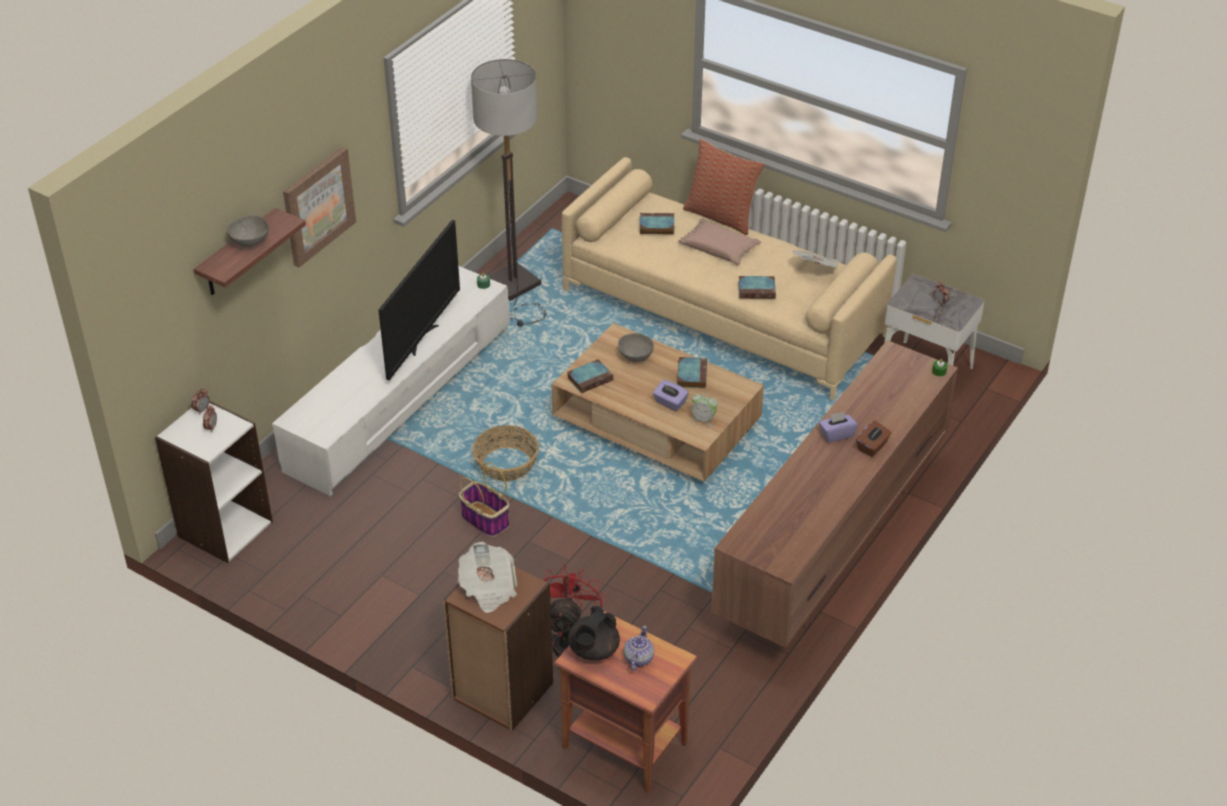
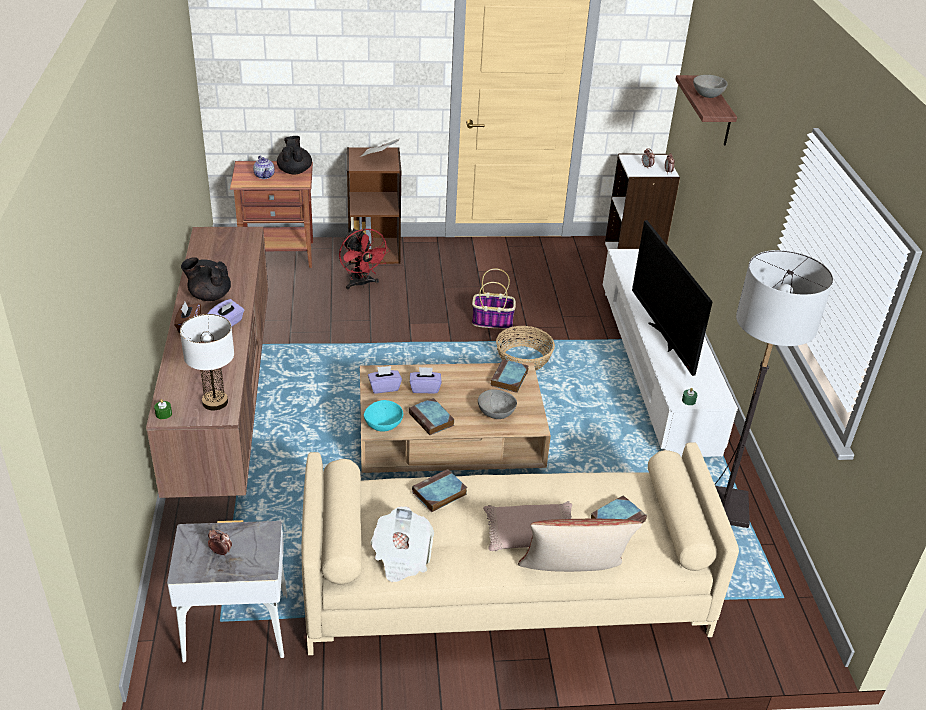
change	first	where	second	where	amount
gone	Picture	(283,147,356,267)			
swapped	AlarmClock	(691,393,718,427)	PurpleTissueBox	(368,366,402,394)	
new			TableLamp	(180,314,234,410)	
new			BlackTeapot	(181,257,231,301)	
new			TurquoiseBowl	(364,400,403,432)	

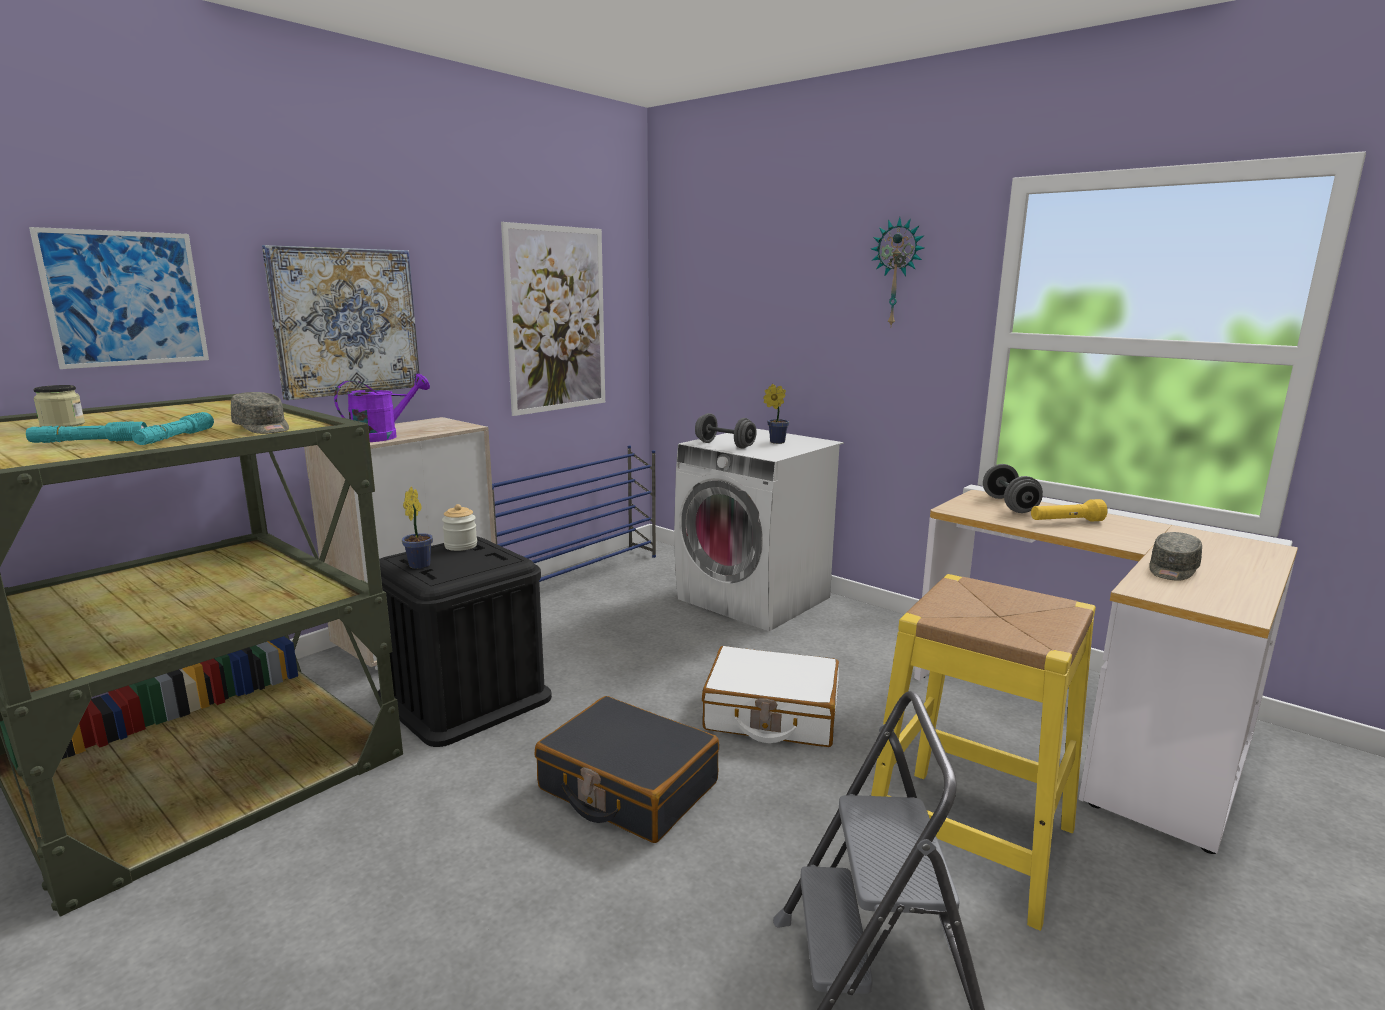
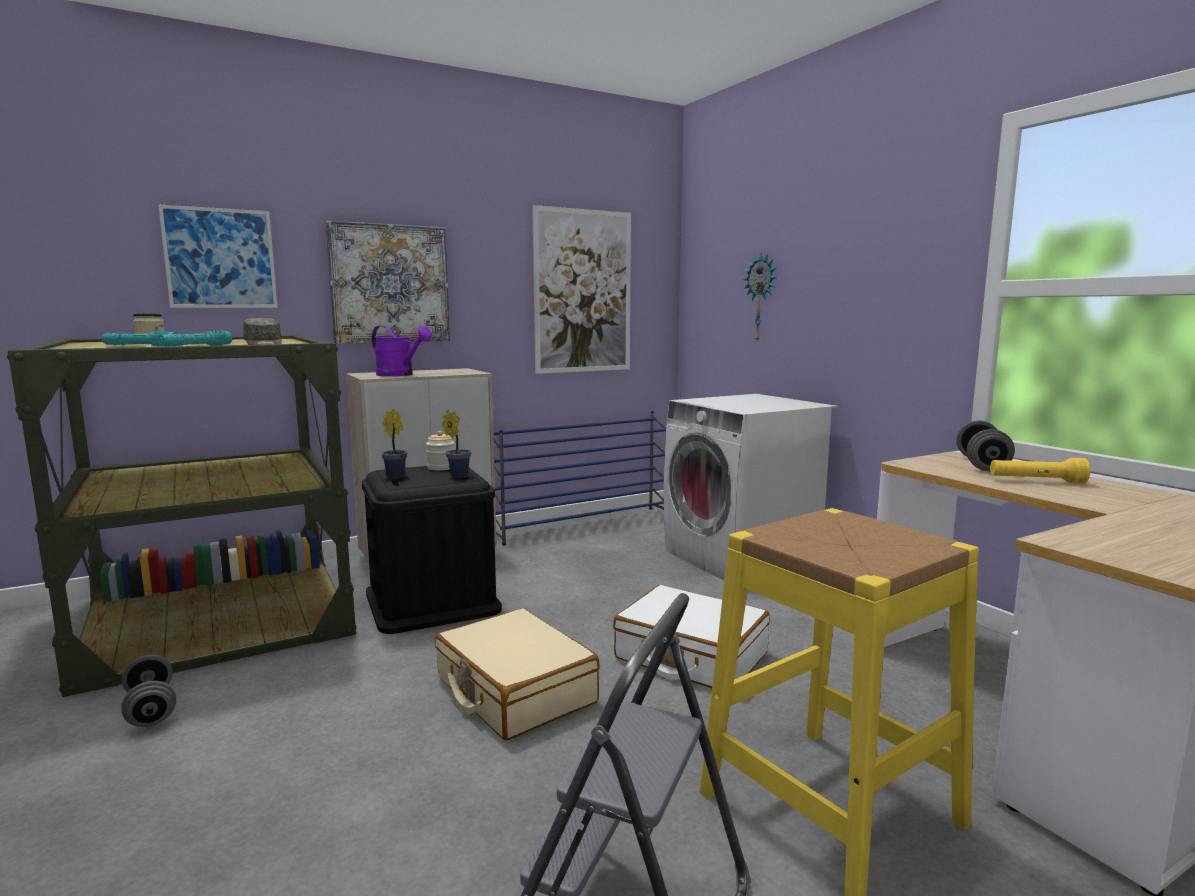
change	first	where	second	where	amount
rotated	PurpleWateringCan	(334,374,430,442)		(372,325,432,376)	60 degrees clockwise
repainted	BlackSuitcase	(534,696,719,843)	BeigeSuitcase	(435,608,600,740)	
shifted	GreyDumbbell	(695,413,757,449)		(121,654,176,727)	
shifted	PottedPlant	(763,384,789,444)		(442,409,471,478)	
shifted	WallClock	(871,217,925,326)		(744,254,777,341)	
gone	GreyCap	(1149,532,1202,581)			

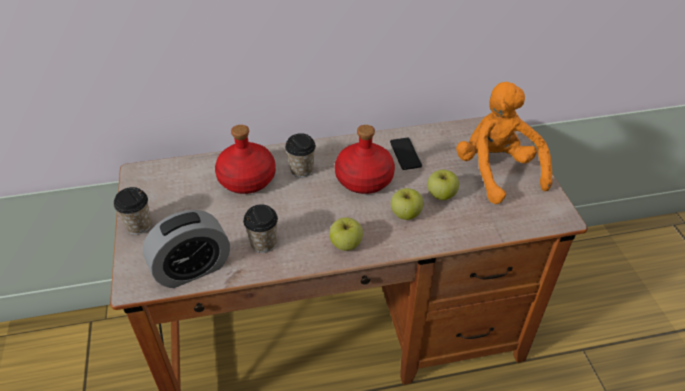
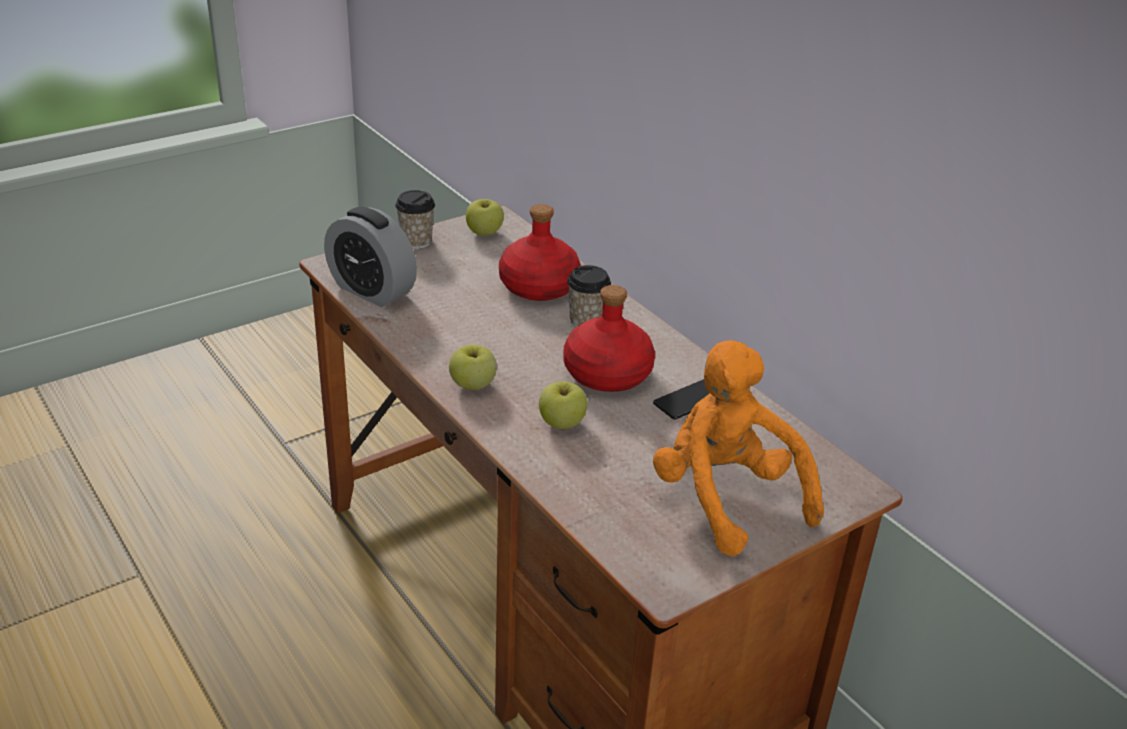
change	first	where	second	where	amount
gone	Cup	(243,204,278,253)			
shifted	Apple	(427,170,459,200)		(466,199,504,236)	
rotated	OrangePlushToy	(456,82,552,204)		(653,340,824,556)	75 degrees counterclockwise

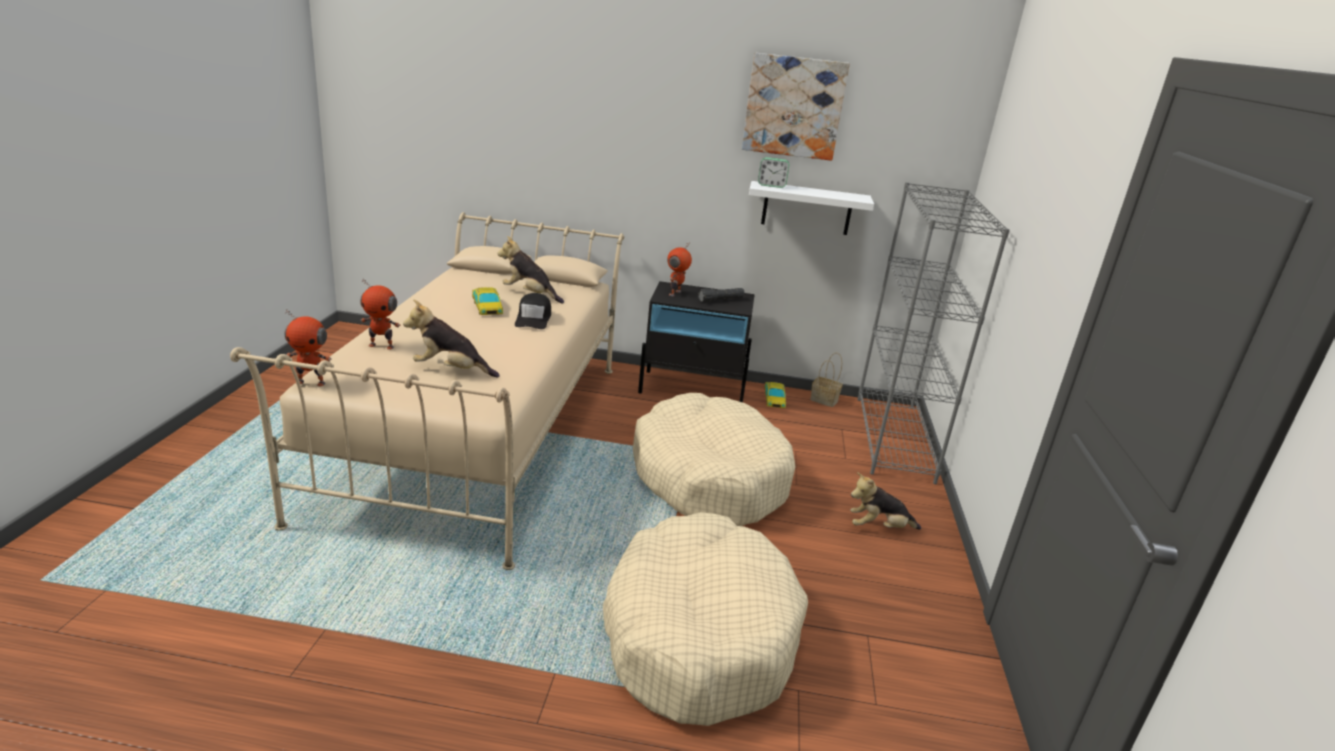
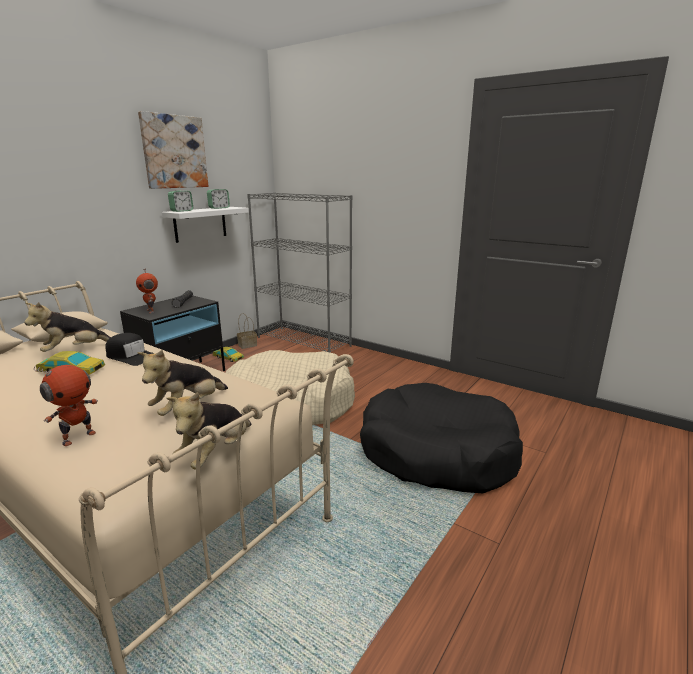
change	first	where	second	where	amount
gone	ToyRobot	(284,310,332,386)			
repainted	BeigeDogBed	(603,512,808,726)	BlackDogBed	(360,383,523,493)	
shifted	PlushToy	(850,472,921,530)		(166,392,251,470)	
new			AlarmClock	(207,189,230,209)	

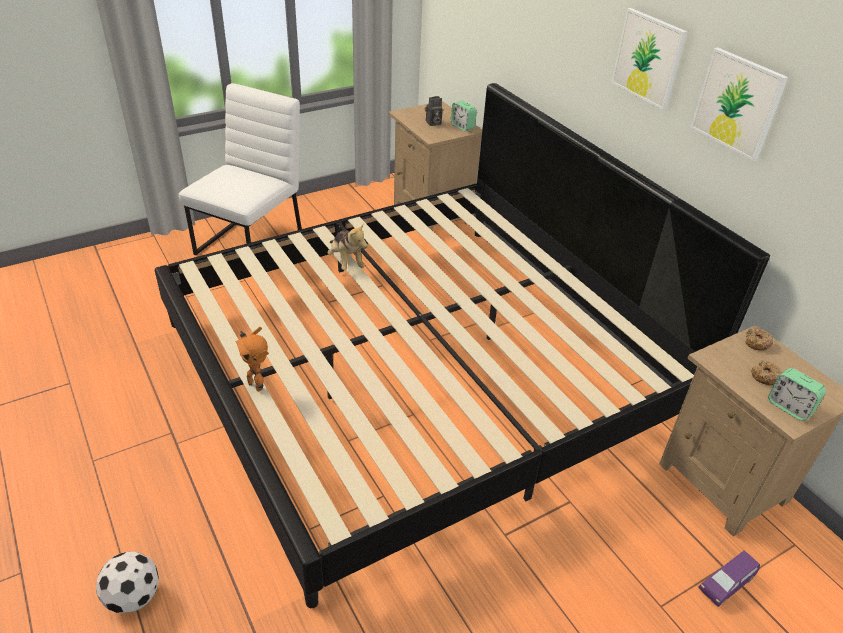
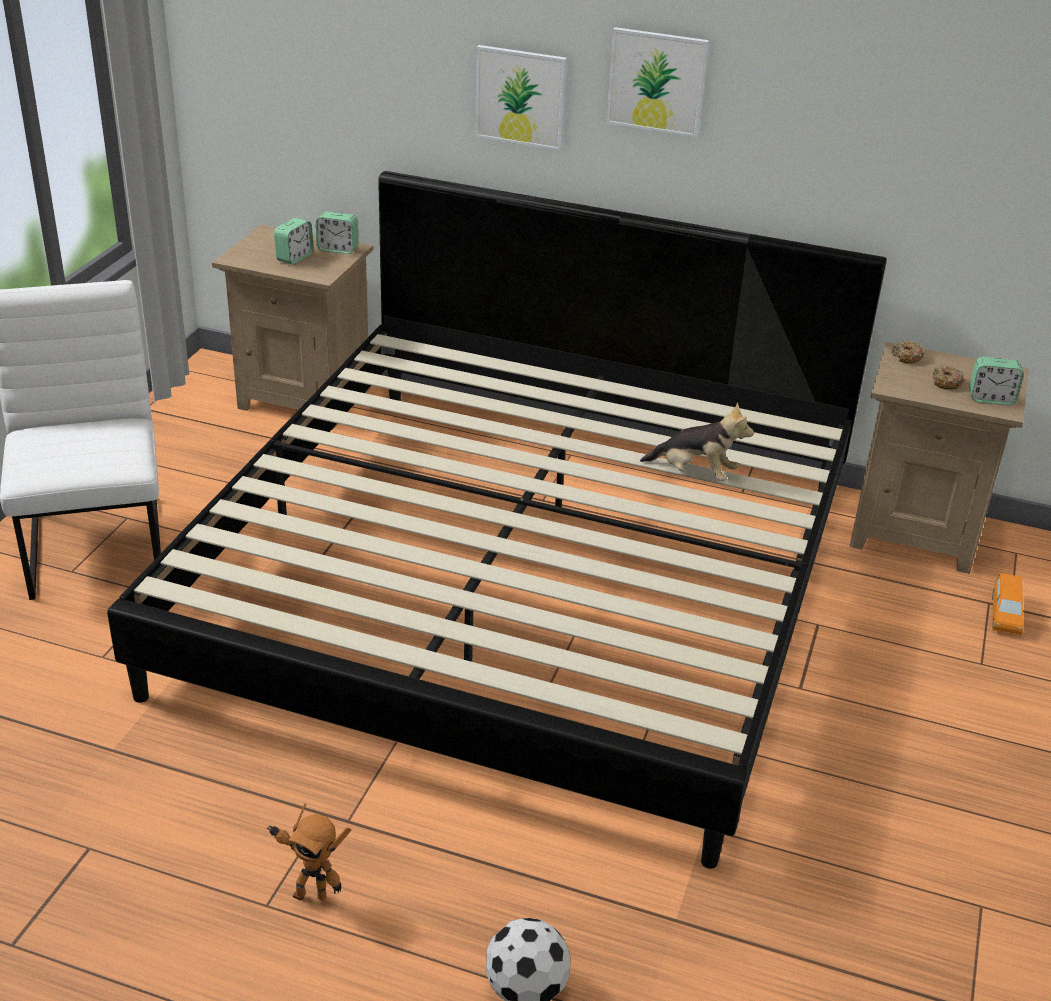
change	first	where	second	where	amount
shifted	ToyRobot	(235,327,269,391)		(267,803,351,901)	
shifted	PlushToy	(327,224,367,270)		(640,402,754,481)	
swapped	PhotoCamera	(425,96,443,126)	AlarmClock	(274,218,314,264)	
shifted	Picture	(690,47,788,161)		(475,45,567,151)	
repainted	PurpleToyCar	(698,550,760,607)	OrangeToyCar	(992,573,1023,636)	

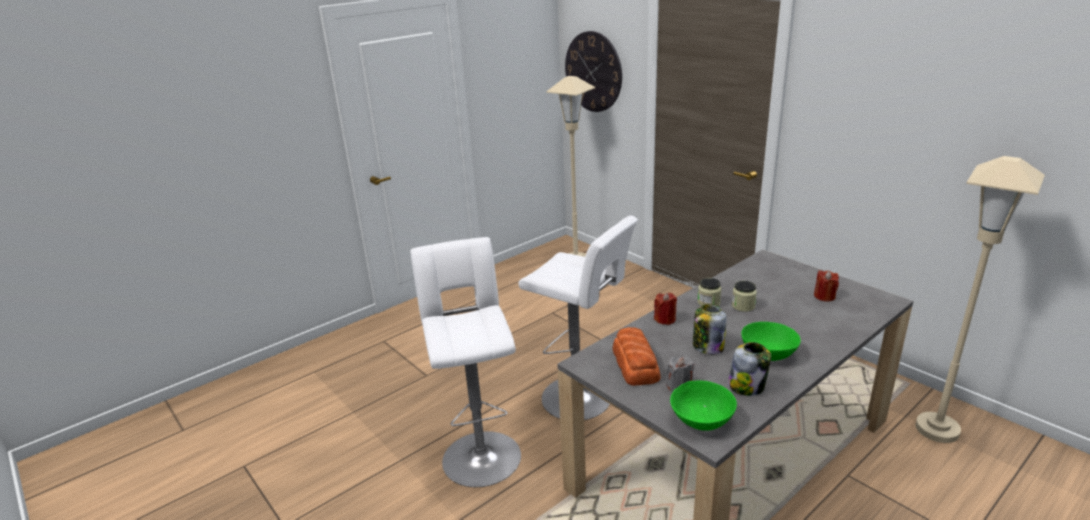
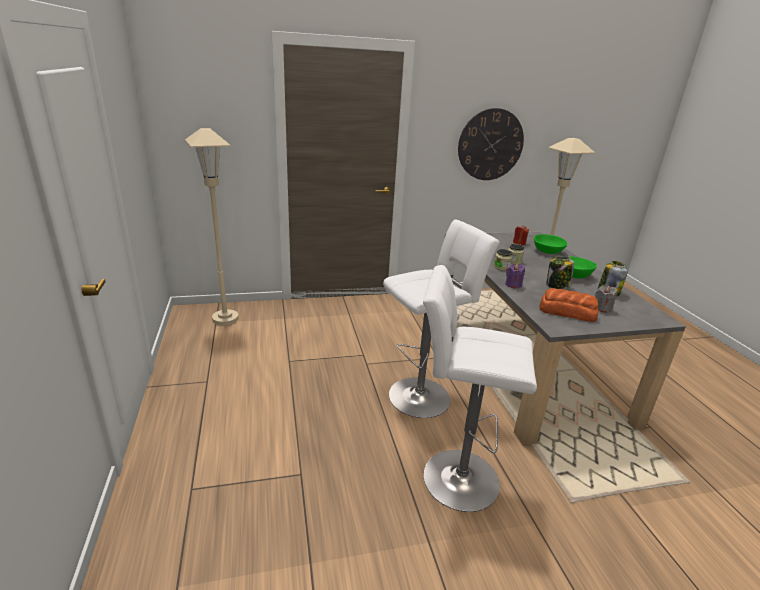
change	first	where	second	where	amount
shifted	WallClock	(565,31,622,112)		(458,108,524,180)	
repainted	RedCandle	(654,293,677,325)	PurpleCandle	(505,263,525,288)	
shifted	GreenBowl	(670,380,737,431)		(534,234,568,254)	

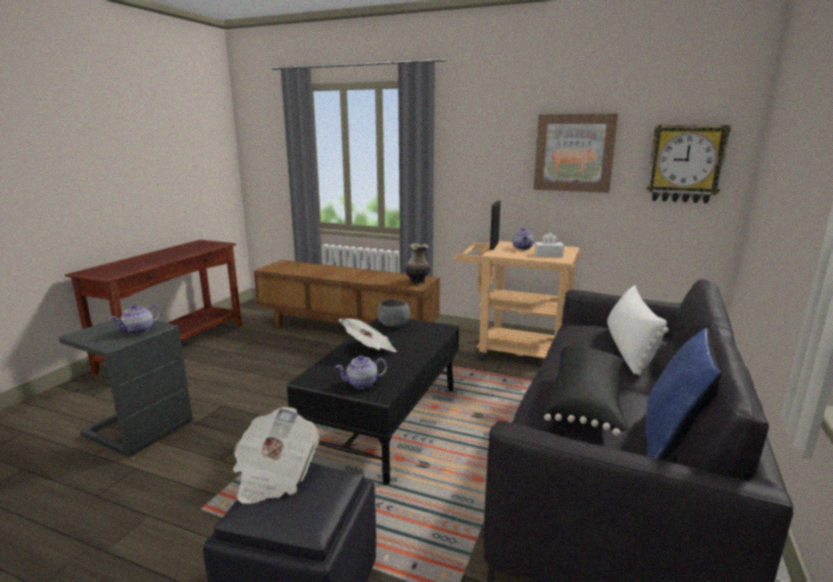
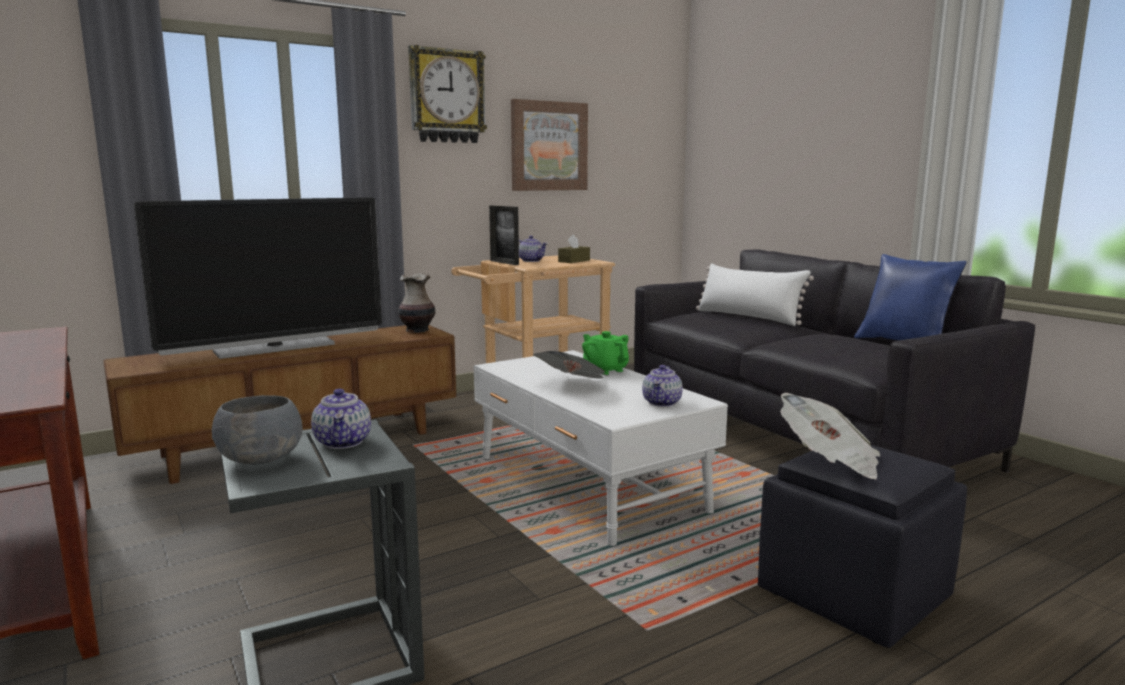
change	first	where	second	where	amount
repainted	BlackCoffeeTable	(287,317,459,485)	WhiteCoffeeTable	(474,350,728,546)	
shifted	GreyBowl	(377,299,410,327)		(212,395,302,465)	
repainted	WhiteTissueBox	(534,233,564,257)	BrownTissueBox	(558,234,590,263)	
gone	BlackPillow	(543,345,628,436)			
shifted	WallClock	(646,125,731,203)		(408,45,487,143)	
new			Television	(134,197,382,359)	
new			GreenTeapot	(582,331,629,375)	

